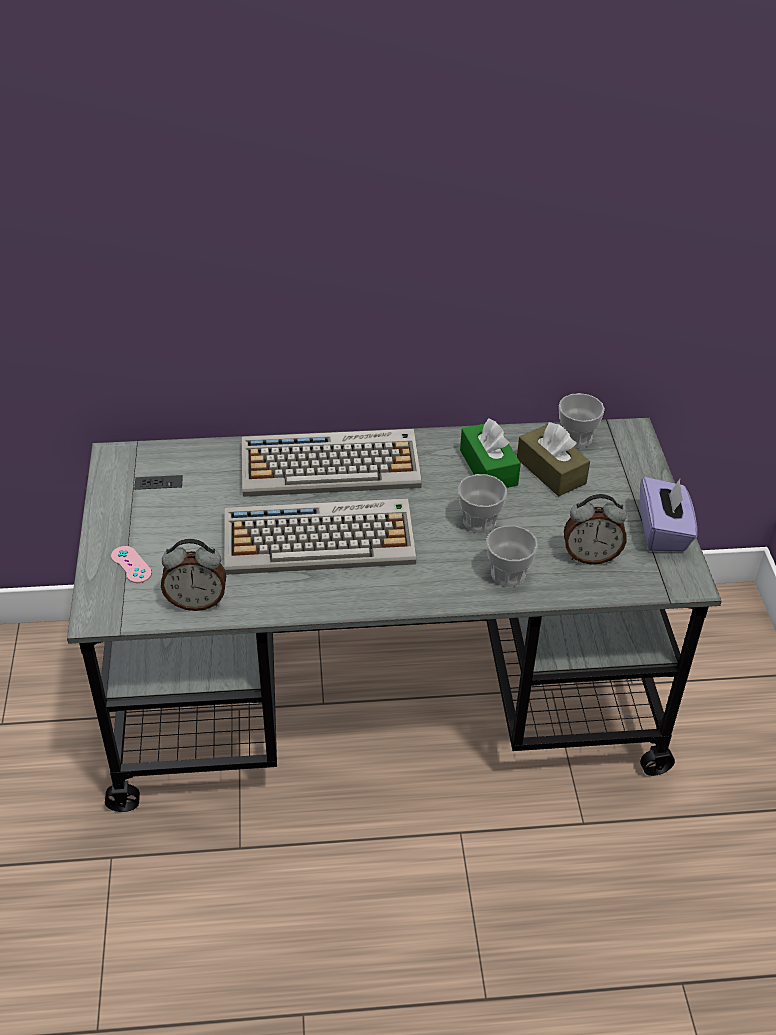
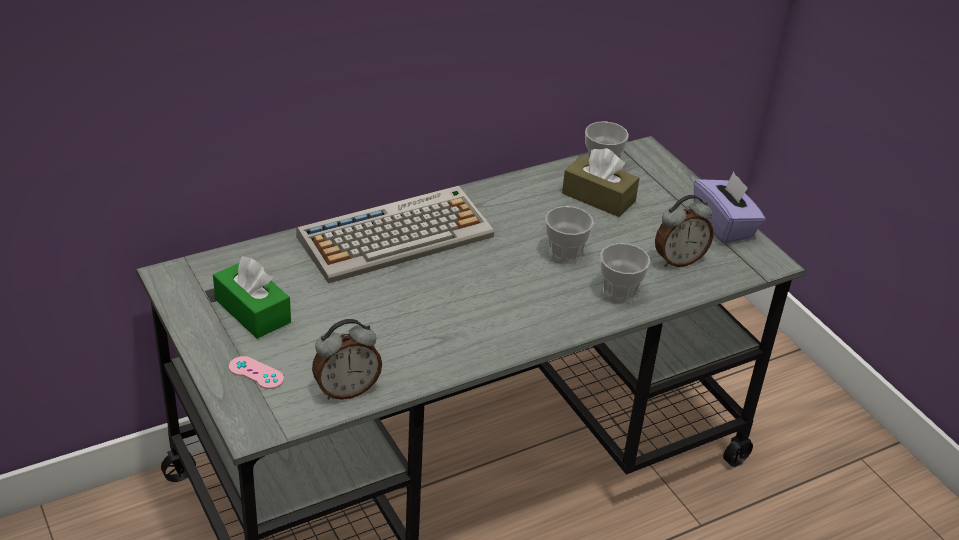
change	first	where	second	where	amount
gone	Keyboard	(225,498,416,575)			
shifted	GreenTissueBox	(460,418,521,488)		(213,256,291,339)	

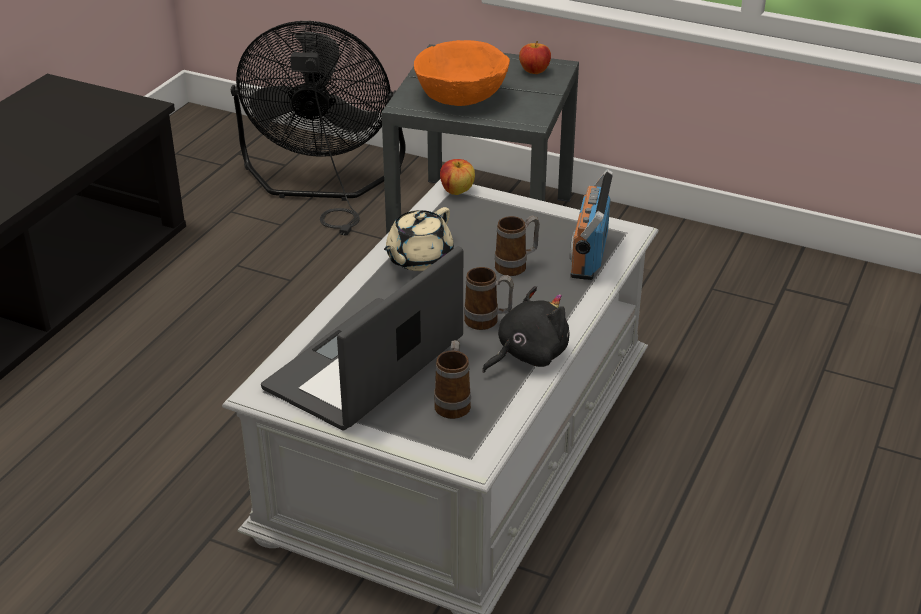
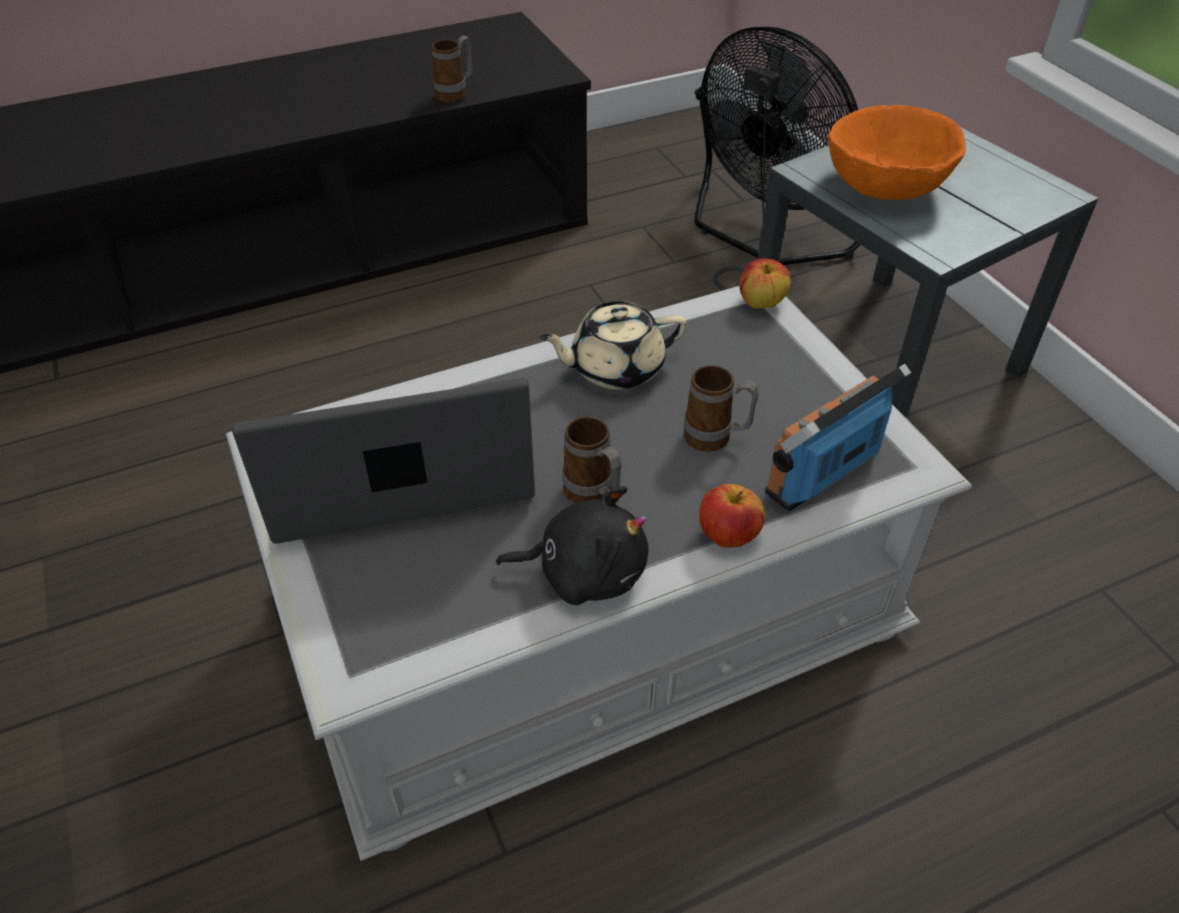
change	first	where	second	where	amount
shifted	Mug	(434,340,471,419)		(431,35,473,103)	
shifted	Apple	(519,41,551,74)		(699,484,765,548)	

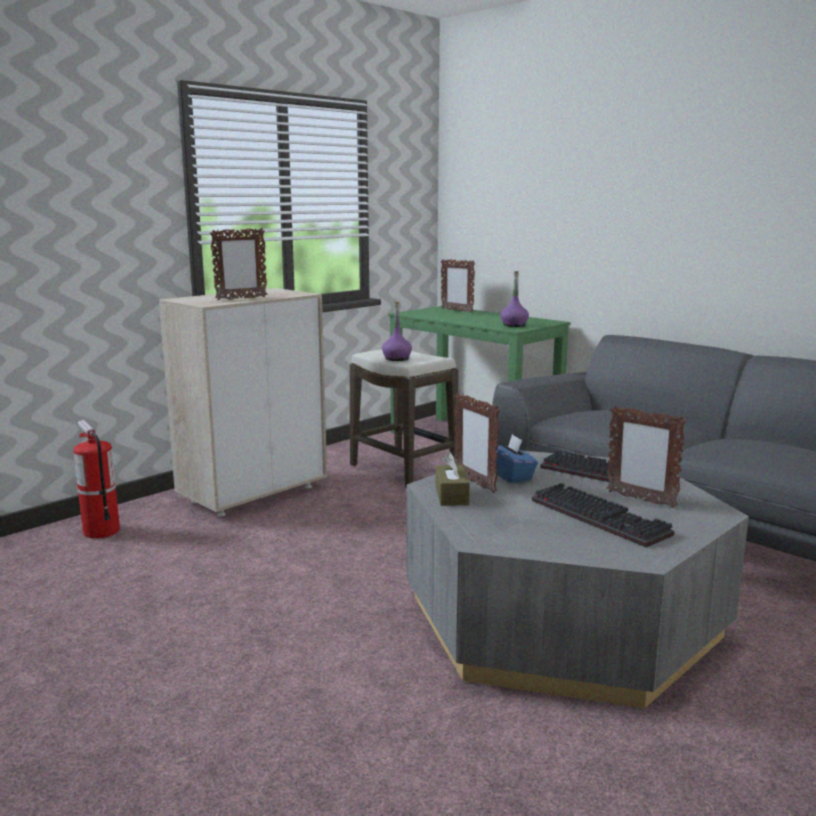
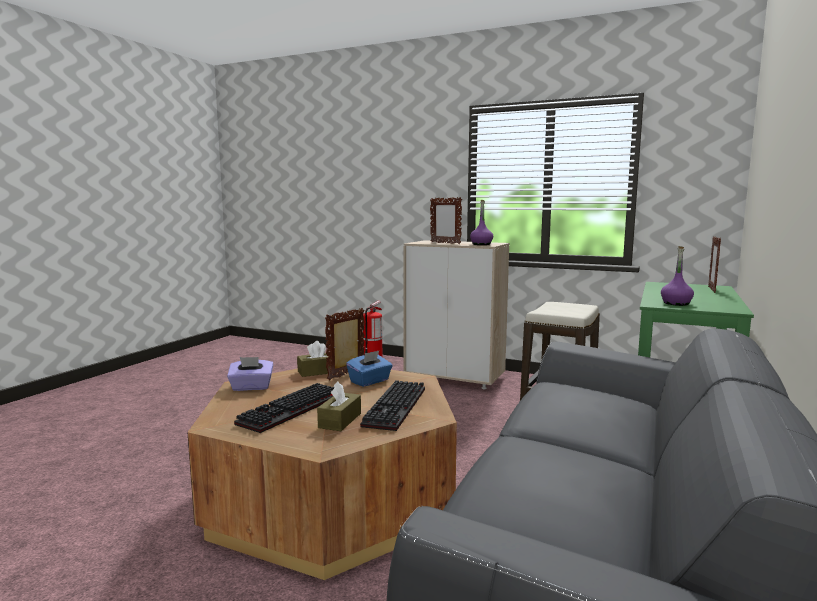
change	first	where	second	where	amount
shifted	PurpleBottle	(382,301,412,361)		(470,200,493,245)	
repainted	GreyCoffeeTable	(407,451,749,708)	BrownCoffeeTable	(187,369,457,580)	
swapped	PictureFrame	(607,406,686,508)	BrownTissueBox	(317,381,361,431)	
new			PurpleTissueBox	(227,357,274,391)	

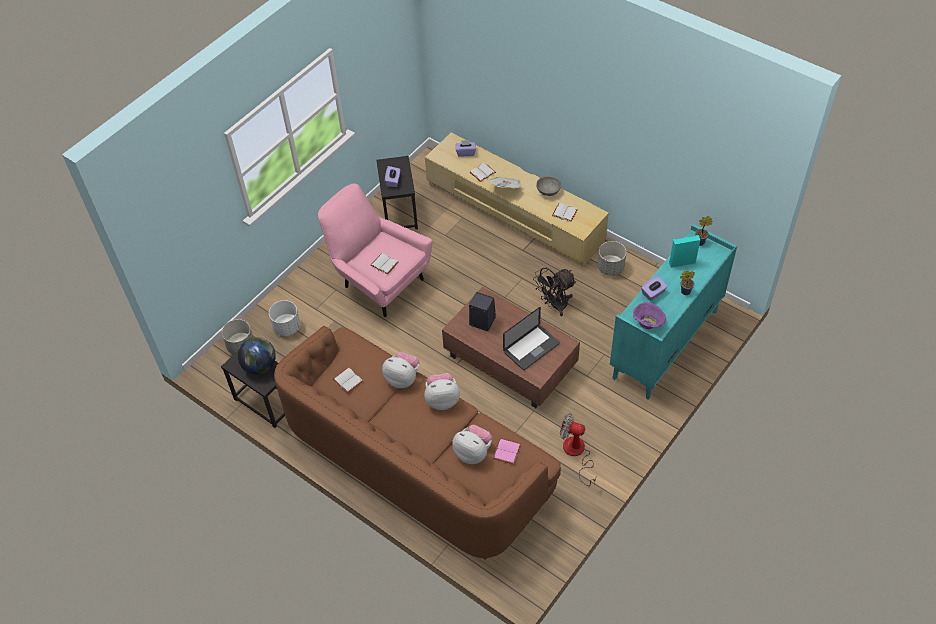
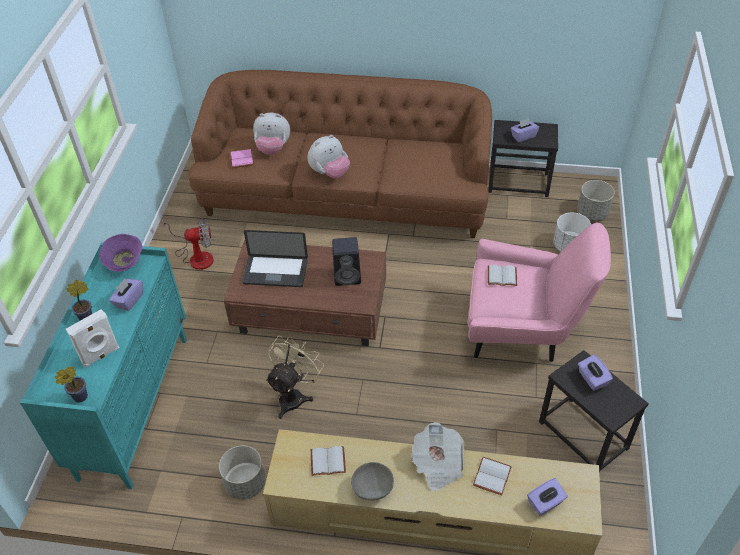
change	first	where	second	where	amount
swapped	Globe	(238,337,276,374)	PurpleTissueBox	(510,119,539,142)	
gone	WhiteBook	(333,367,363,393)			
gone	PlushToy	(382,352,419,388)			
rotated	Laptop	(503,307,560,370)		(242,230,308,287)	105 degrees counterclockwise
repainted	BlackFan	(533,268,577,316)	BeigeFan	(266,335,324,419)	
repainted	TurquoiseSpeaker	(669,235,700,268)	WhiteSpeaker	(66,309,120,368)	

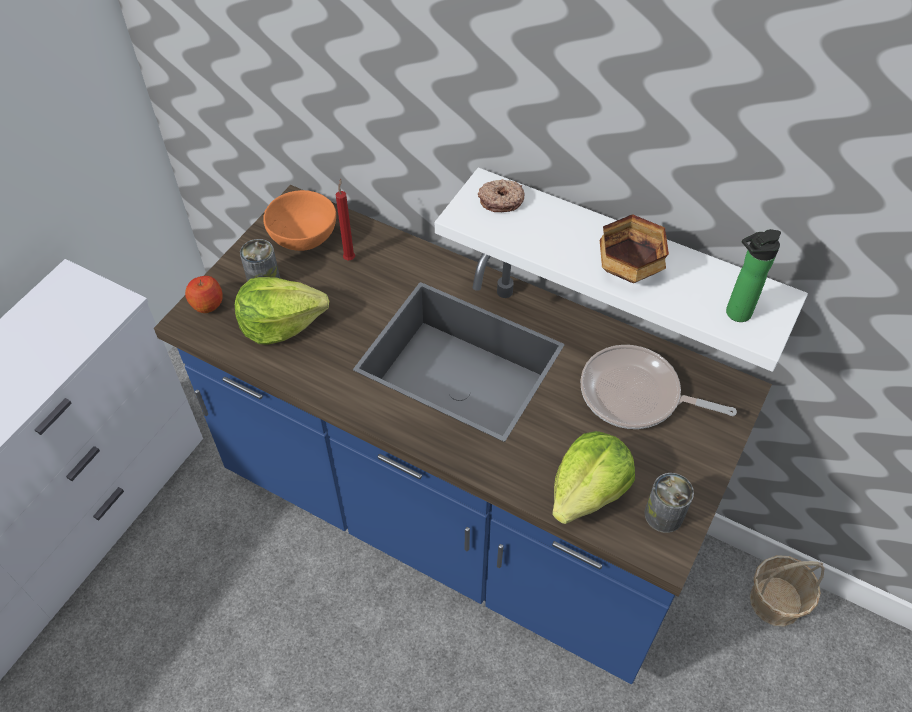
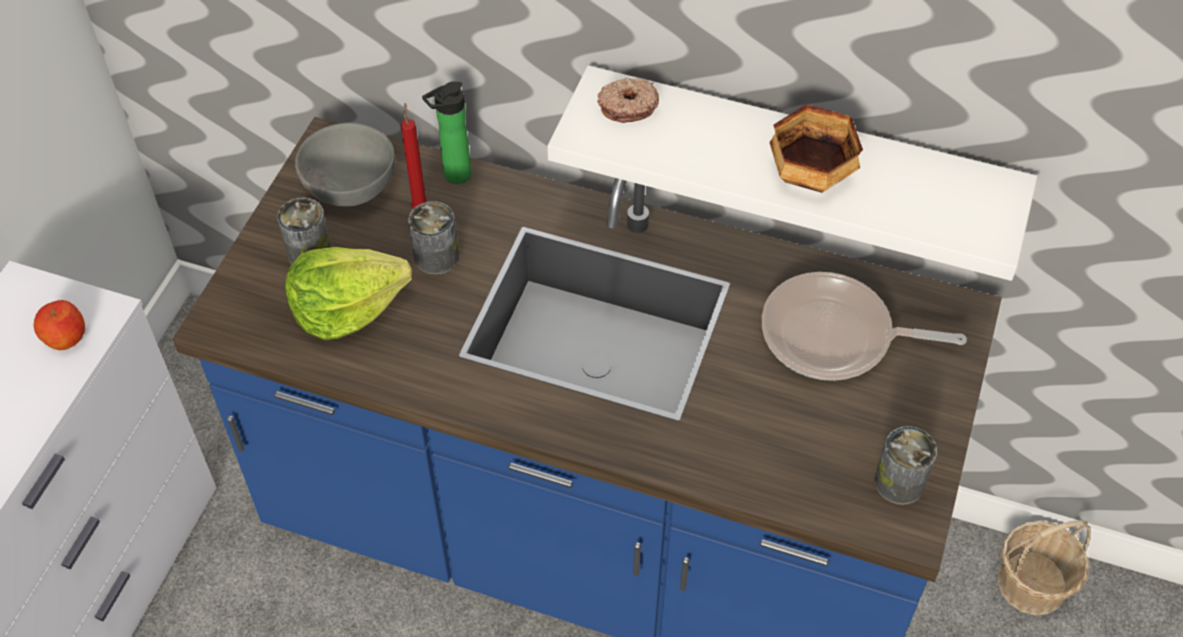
change	first	where	second	where	amount
shifted	Apple	(185,276,223,313)		(33,300,85,350)	
repainted	OrangeBowl	(263,190,336,251)	GreyBowl	(295,123,395,207)	
gone	Lettuce	(552,431,635,524)			
shifted	Bottle	(726,229,781,322)		(422,82,471,184)	
new			Can	(408,201,459,275)	

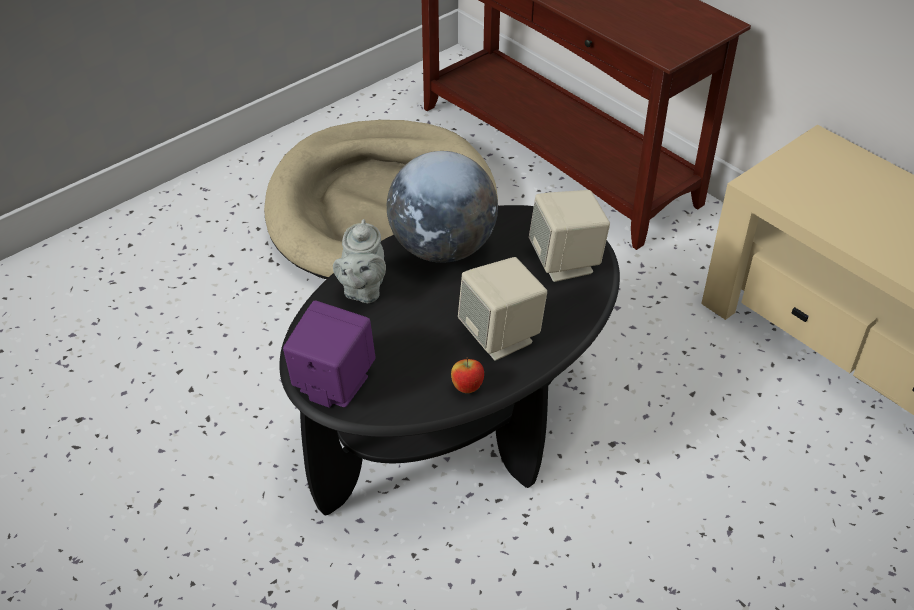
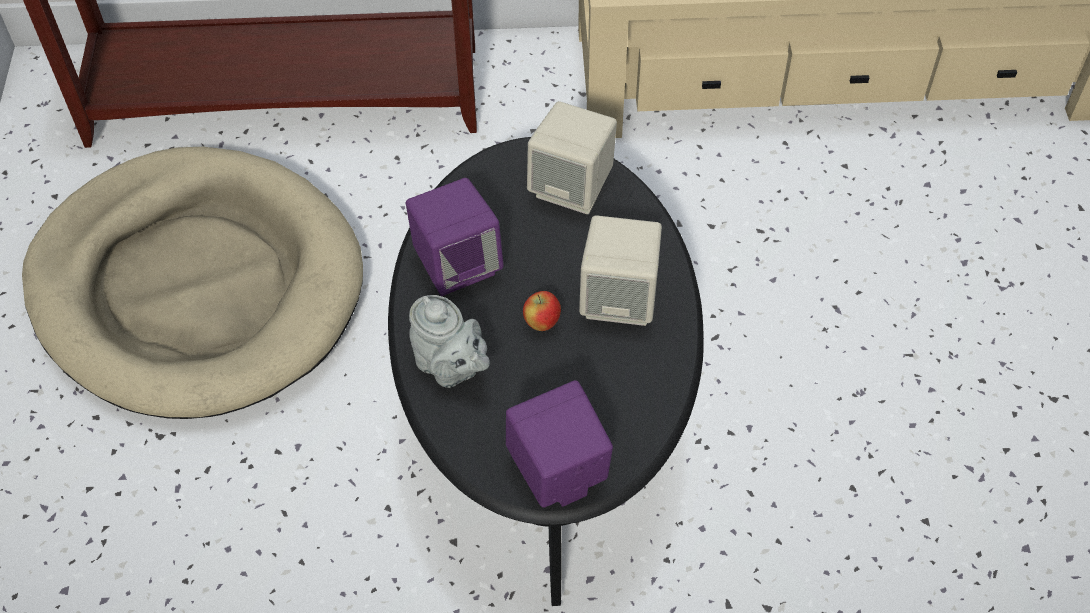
change	first	where	second	where	amount
swapped	Globe	(387,151,498,263)	PurpleSpeaker	(406,178,504,296)	
shifted	Apple	(451,358,484,393)		(523,291,561,331)	

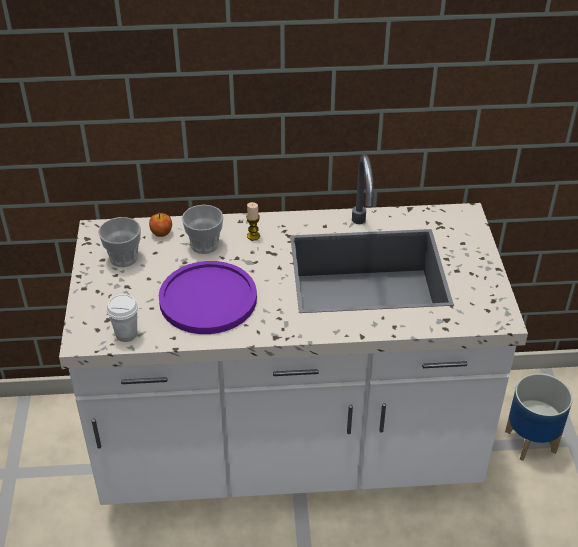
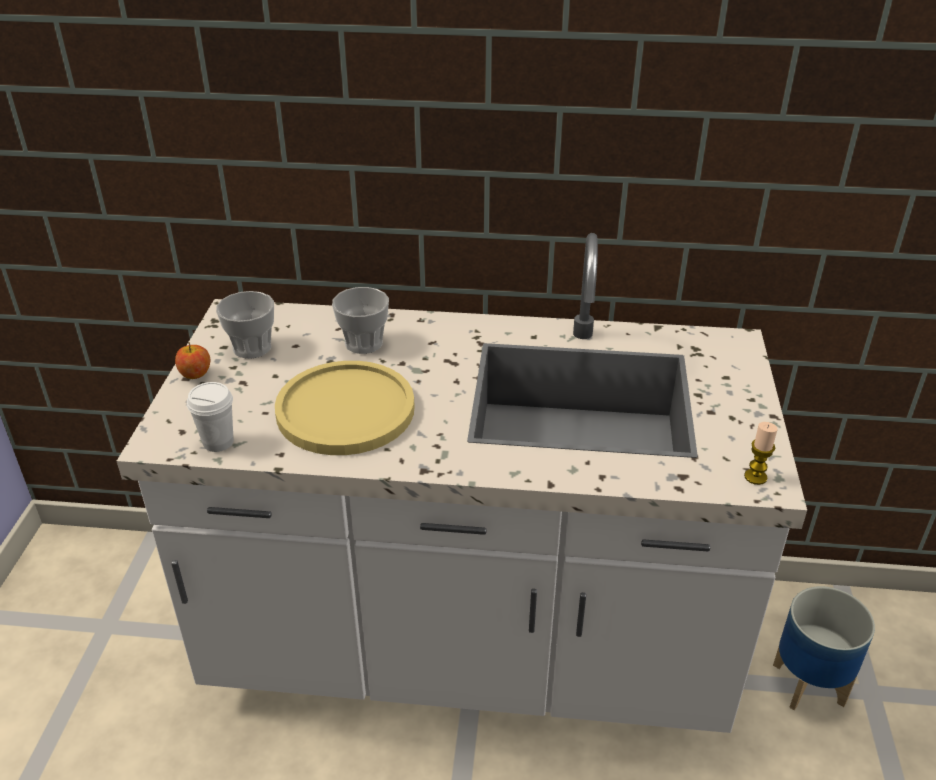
change	first	where	second	where	amount
shifted	Apple	(149,212,172,237)		(175,342,210,379)	
repainted	PurplePlate	(159,261,257,334)	YellowPlate	(275,361,415,455)	
shifted	Candle	(246,202,260,240)		(744,422,778,485)	

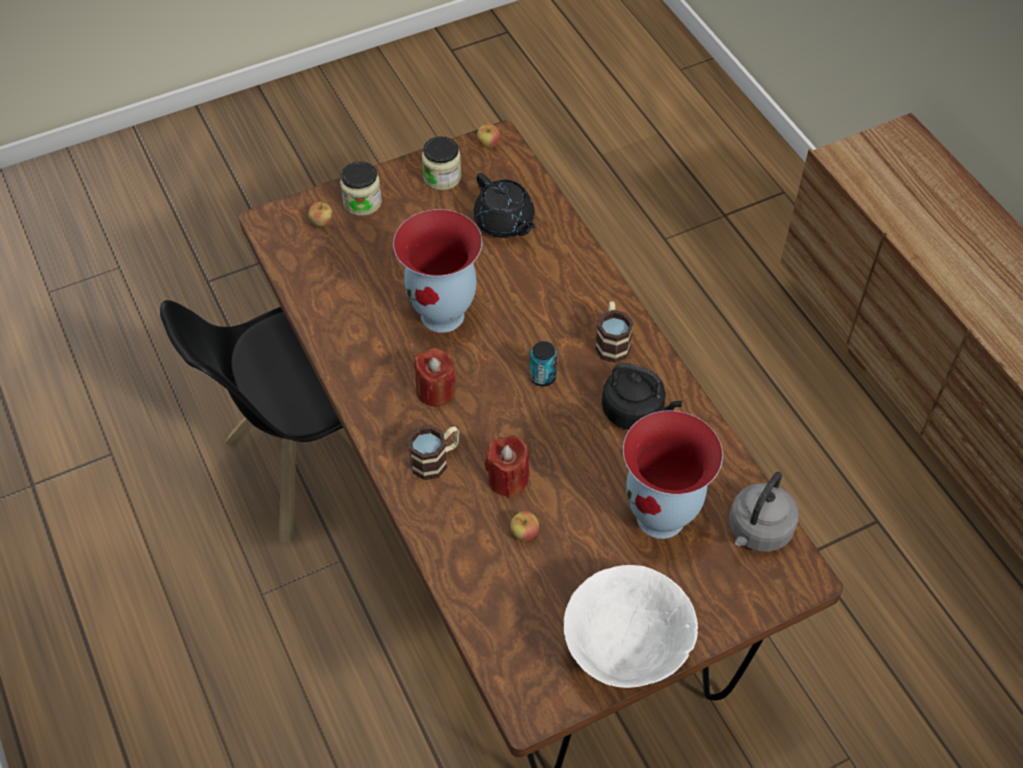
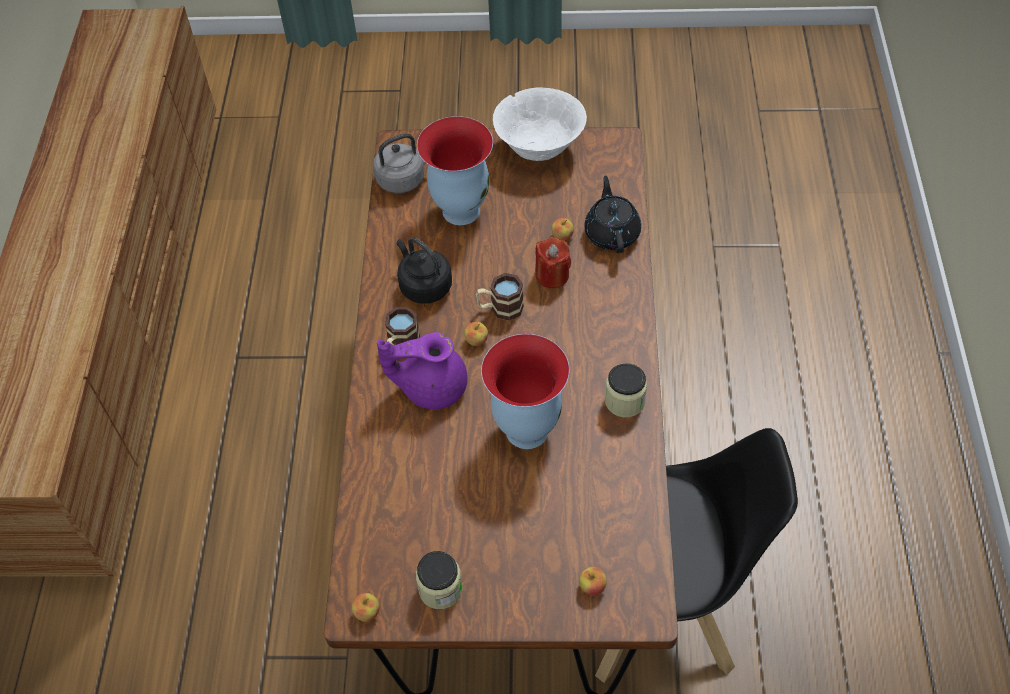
change	first	where	second	where	amount
shifted	Jar	(340,161,382,216)		(605,363,647,417)	
shifted	Mug	(408,425,459,480)		(476,273,524,321)	
gone	RedCandle	(414,348,456,406)			
shifted	BlackTeapot	(474,173,535,238)		(584,175,641,253)	
swapped	Can	(530,341,557,386)	Apple	(464,322,488,346)	
new			PurpleTeapot	(377,332,467,409)	

